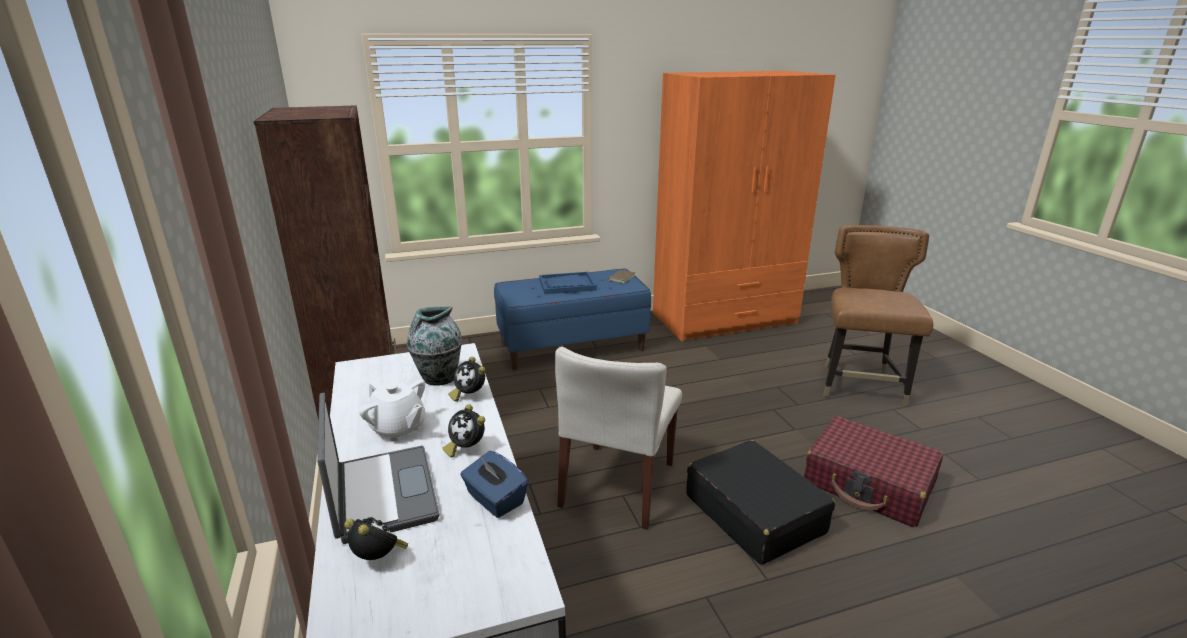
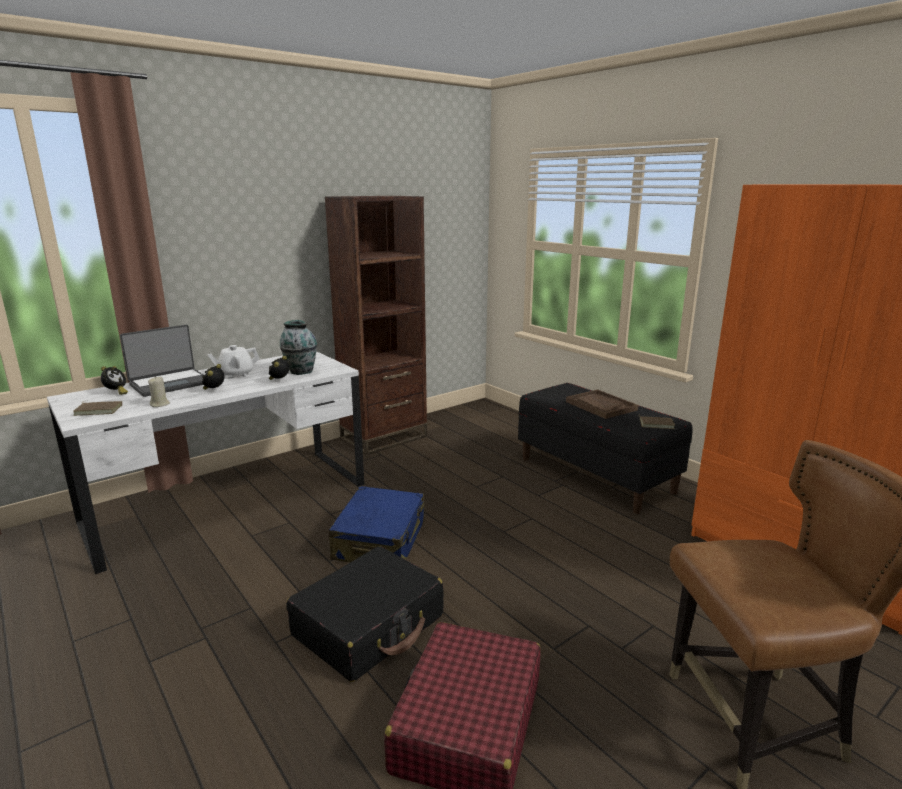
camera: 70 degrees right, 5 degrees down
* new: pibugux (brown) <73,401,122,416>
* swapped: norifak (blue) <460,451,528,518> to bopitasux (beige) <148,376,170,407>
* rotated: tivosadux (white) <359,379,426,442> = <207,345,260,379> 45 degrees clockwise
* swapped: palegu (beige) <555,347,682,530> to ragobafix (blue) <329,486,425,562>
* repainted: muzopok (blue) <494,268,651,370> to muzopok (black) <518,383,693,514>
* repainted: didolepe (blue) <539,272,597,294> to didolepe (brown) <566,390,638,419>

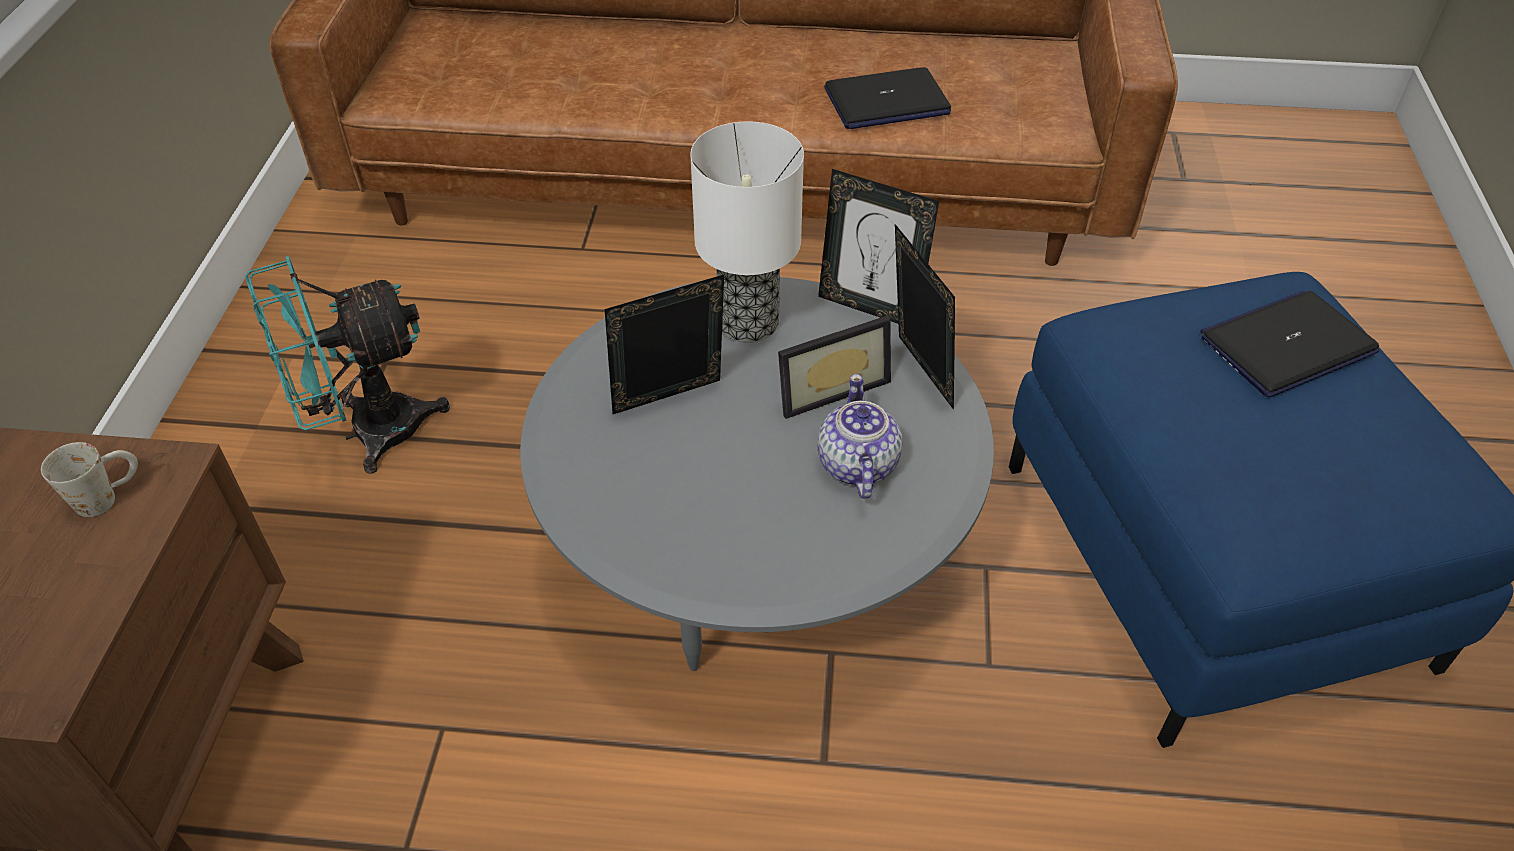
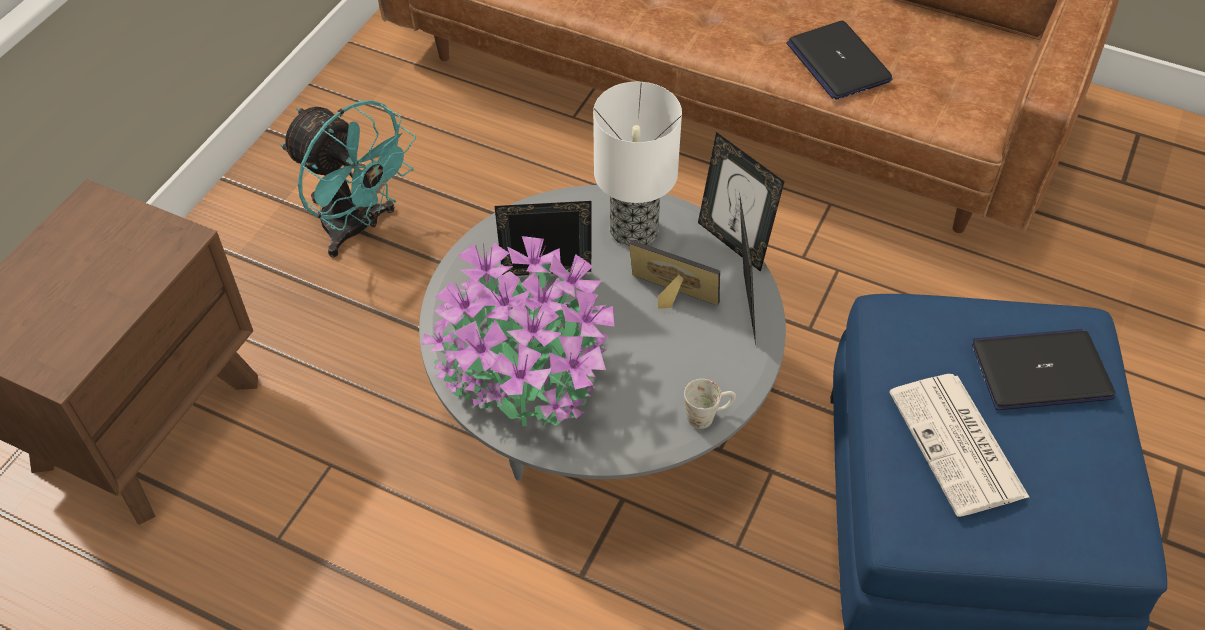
camera: 20 degrees right, 5 degrees up
* rotated: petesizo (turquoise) <245,256,450,474> = <281,100,416,258> 135 degrees counterclockwise
* new: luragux <422,236,614,427>
* rotated: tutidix <778,315,891,419> = <629,240,720,309> 150 degrees counterclockwise
* shifted: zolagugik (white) <41,442,138,517> to <684,379,736,429>
* rotated: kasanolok <824,67,951,129> = <786,21,893,100> 60 degrees clockwise
* new: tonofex <889,374,1029,517>
* gone: tivosadux <817,374,903,499>

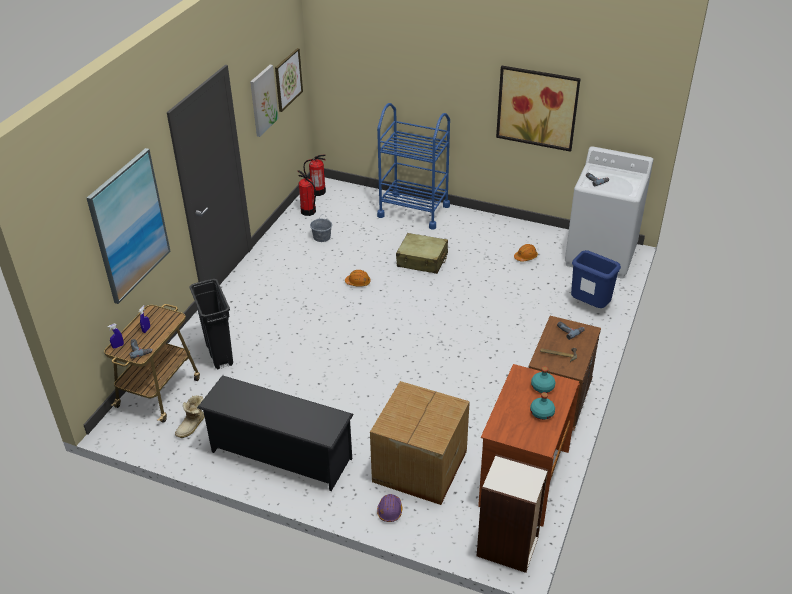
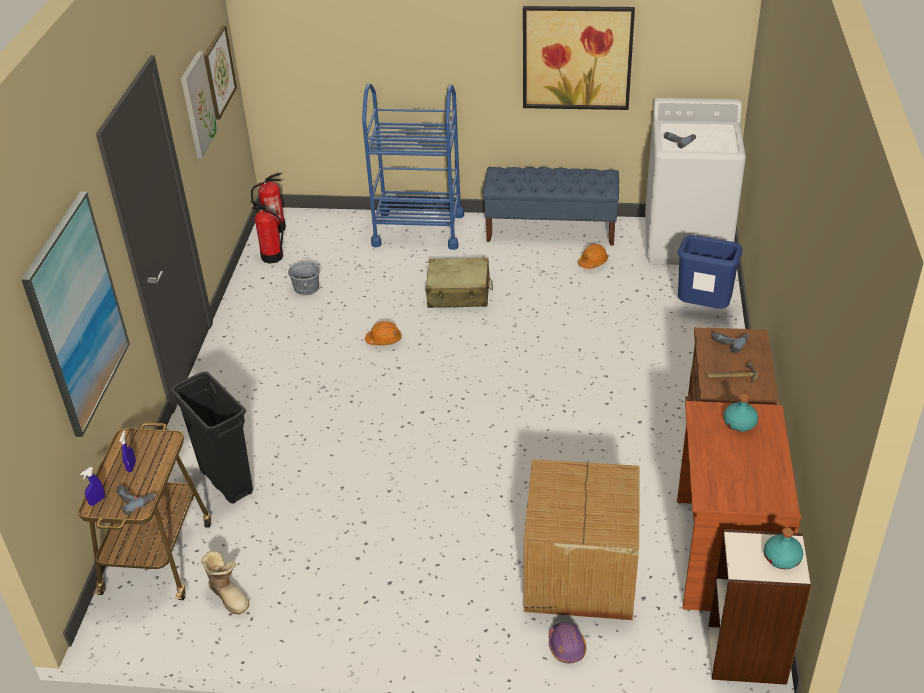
camera: 15 degrees left, 0 degrees up
* rotated: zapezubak <175,395,204,438> = <201,551,249,614> 60 degrees counterclockwise
* new: muzopok (blue) <483,167,619,246>
* shifted: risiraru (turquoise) <530,392,555,420> to <764,528,803,569>
* gone: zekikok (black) <197,375,354,491>

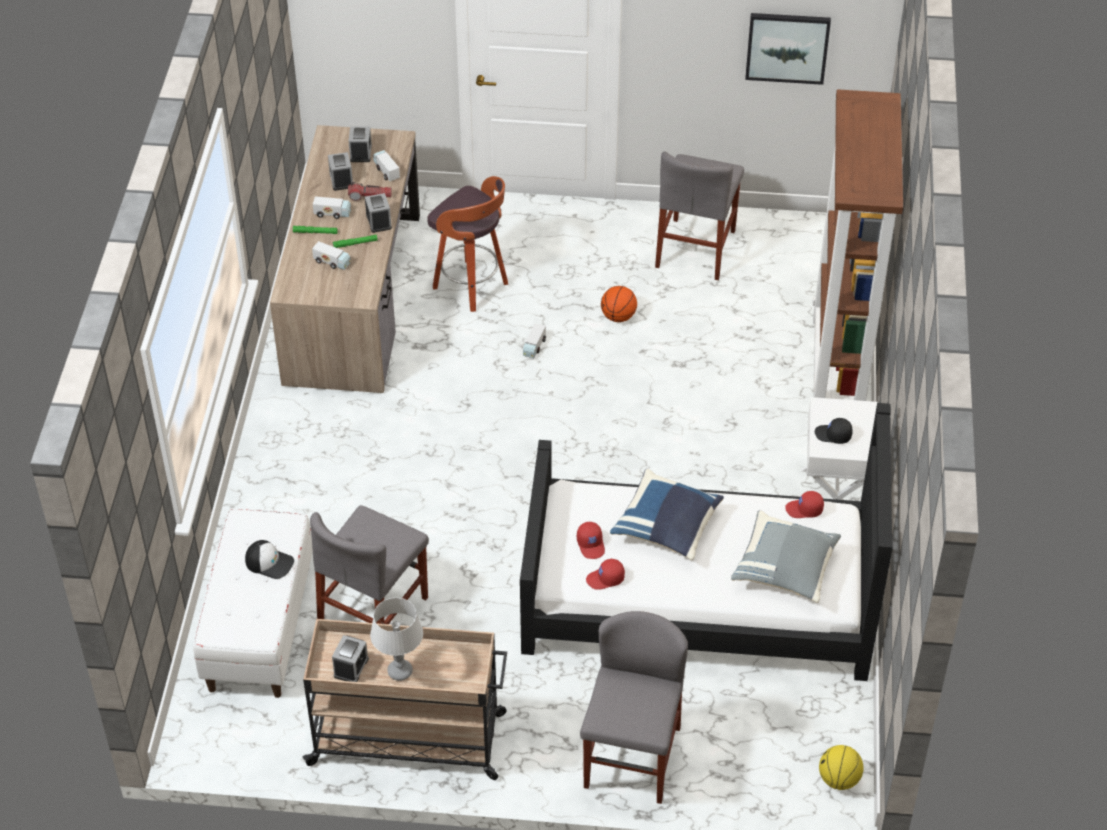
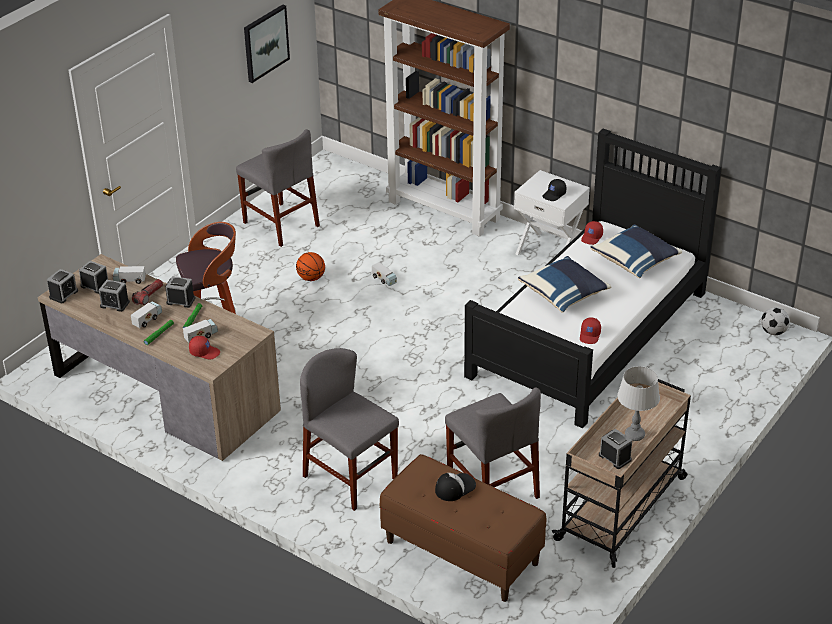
camera: 60 degrees left, 10 degrees down
* new: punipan <47,269,78,304>
* shifted: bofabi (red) <577,522,605,559> to <189,336,220,359>
* shifted: palegu (grey) <580,611,688,804> to <300,348,399,511>
* shifted: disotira <523,323,546,358> to <372,262,397,286>
* repainted: muzopok (white) <193,509,313,698> to muzopok (brown) <380,454,546,602>
* repainted: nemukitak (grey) <731,510,841,603> to nemukitak (blue) <590,224,682,278>
* swapped: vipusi <819,745,864,790> to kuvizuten <761,307,790,335>

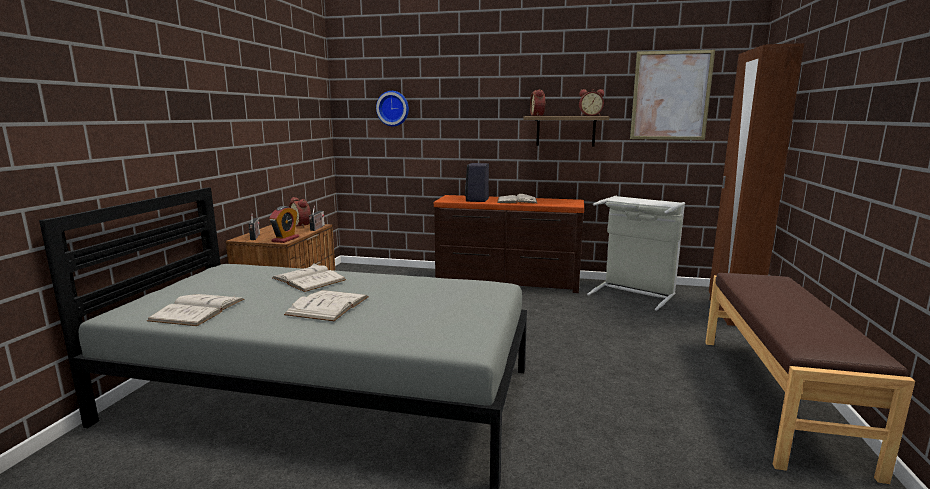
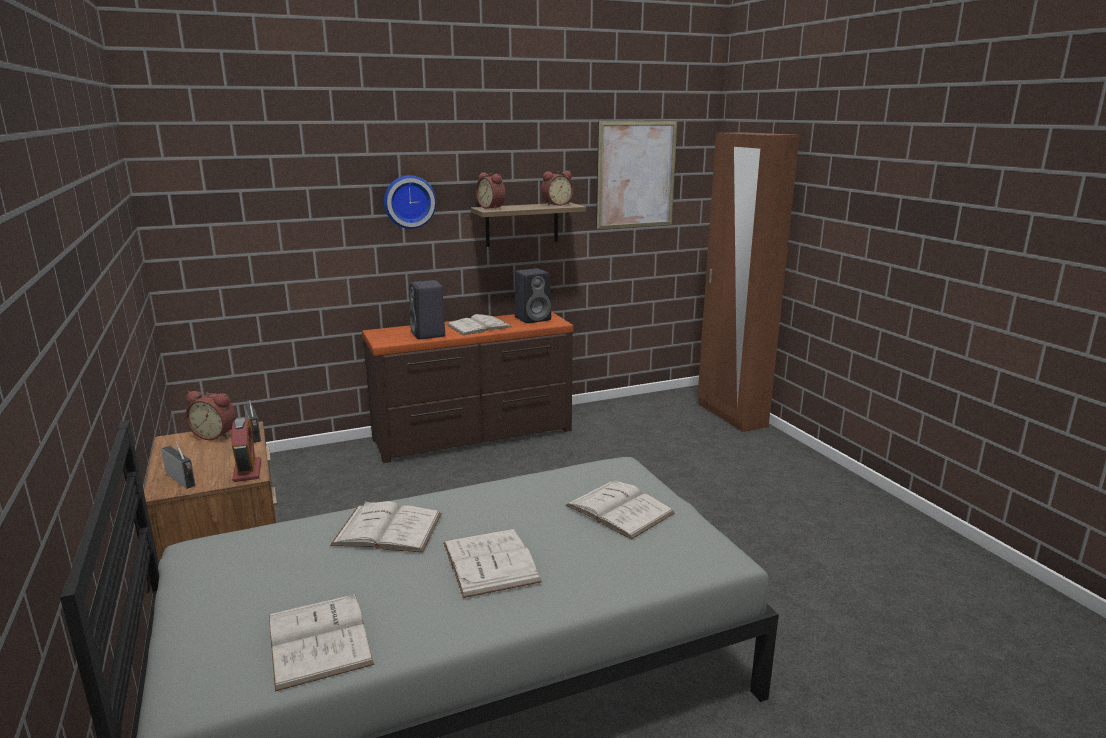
camera: 35 degrees left, 5 degrees up
* shifted: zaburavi <376,91,409,126> to <384,175,436,229>
* new: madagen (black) <515,268,551,323>
* new: pibugux (white) <565,479,675,540>
* gone: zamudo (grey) <587,195,685,311>
* gone: muzopok (brown) <705,273,915,484>

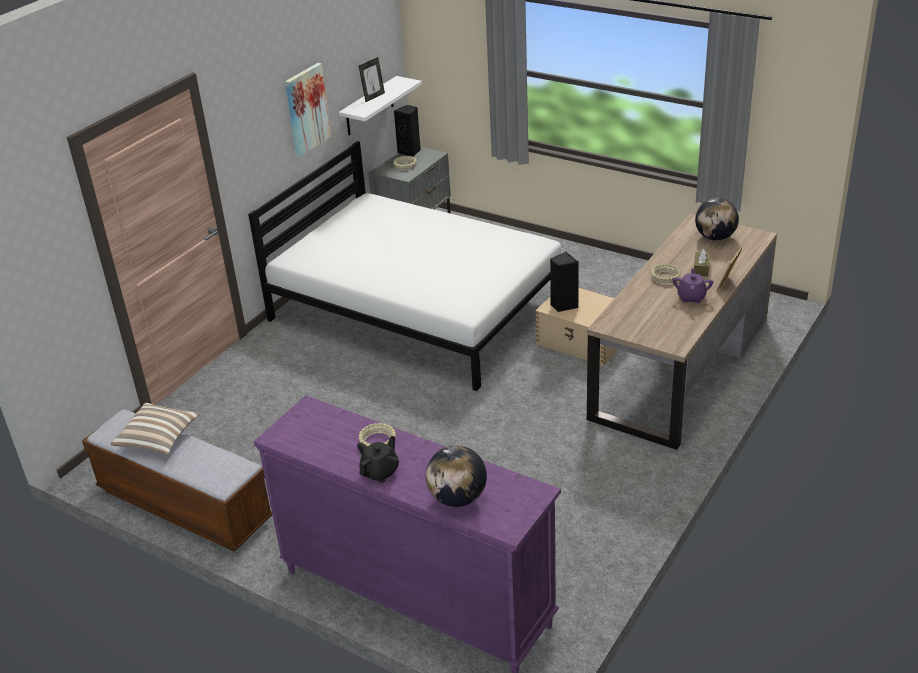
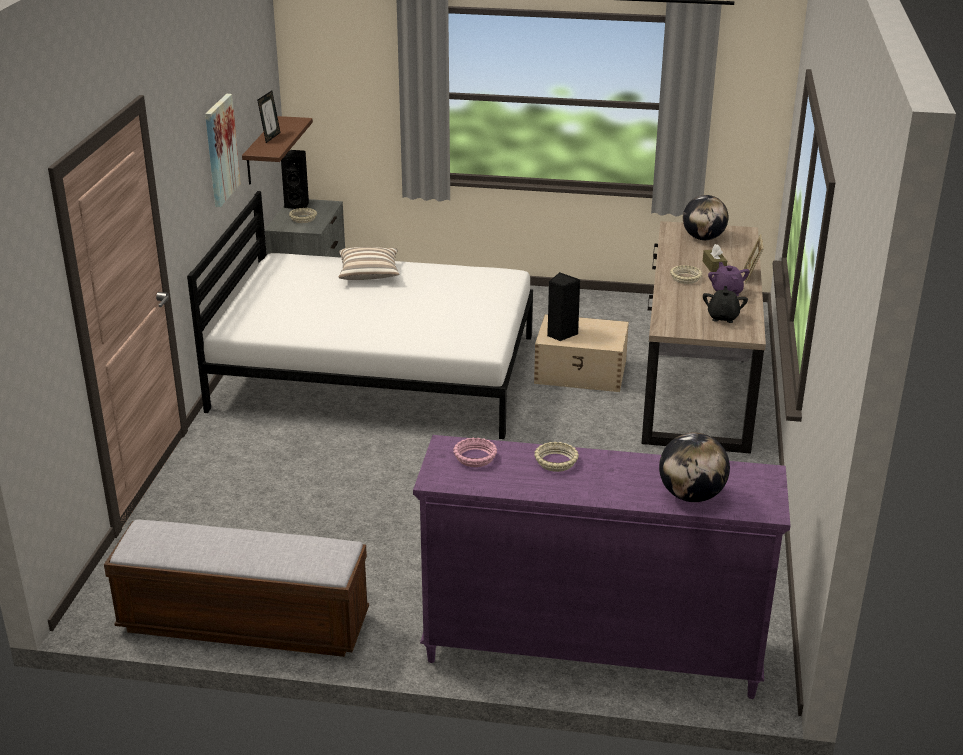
camera: 25 degrees left, 5 degrees down
* repainted: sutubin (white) <339,76,422,135> to sutubin (brown) <242,116,313,184>
* shifted: nemukitak <110,403,200,455> to <339,247,399,280>
* new: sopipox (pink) <453,438,497,467>
* shifted: tivosadux (black) <357,436,399,483> to <703,286,748,323>

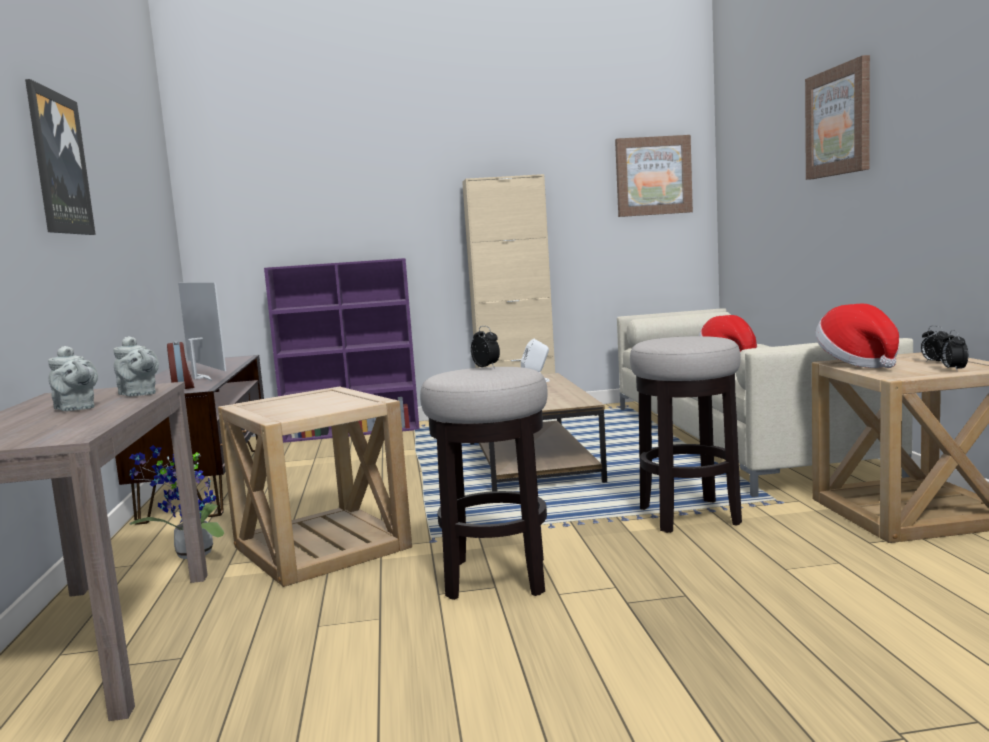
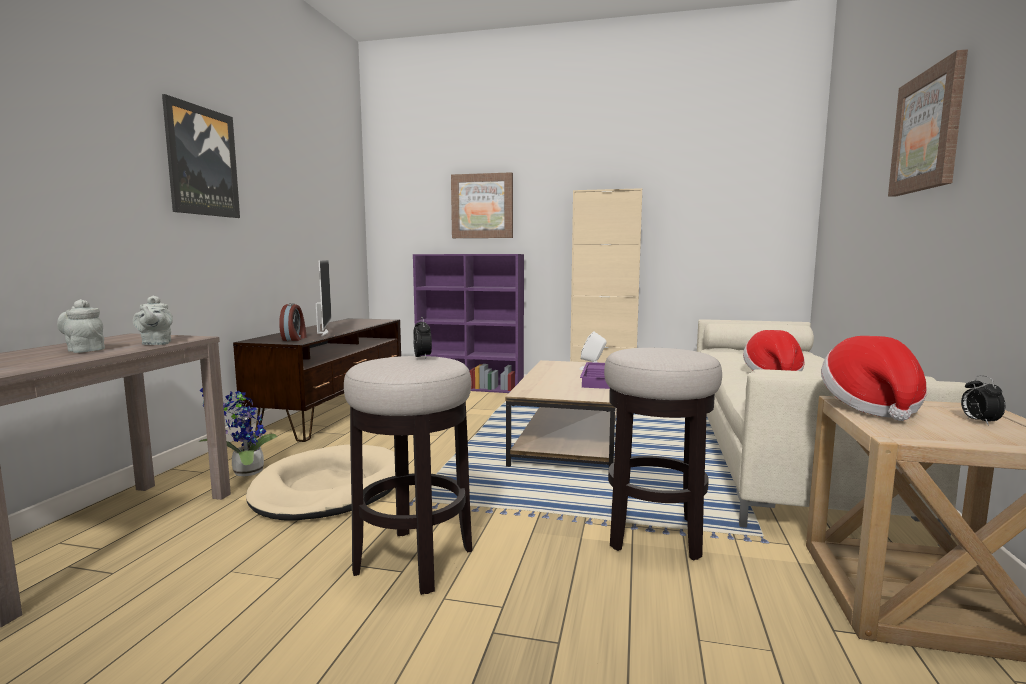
camera: 20 degrees right, 0 degrees up
* rotated: tivosadux (grey) <48,346,98,411> = <57,299,105,353> 150 degrees clockwise
* swapped: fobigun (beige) <218,387,412,587> to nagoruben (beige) <246,444,395,521>
* shifted: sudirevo <615,135,693,217> to <451,172,513,238>
* new: didolepe (purple) <580,362,610,389>
* gone: punipan <941,330,968,370>

